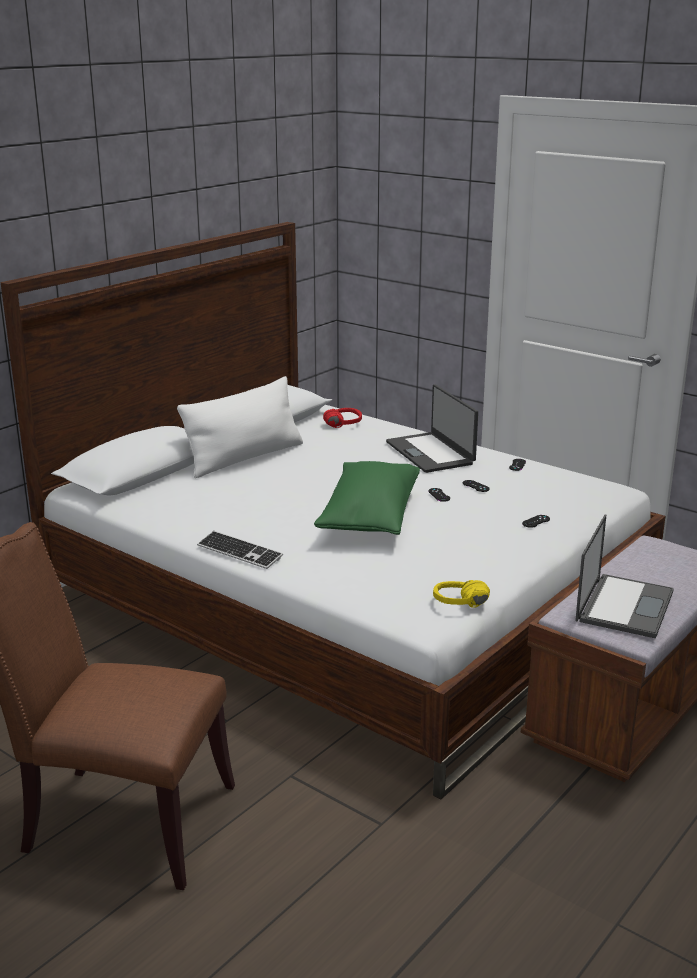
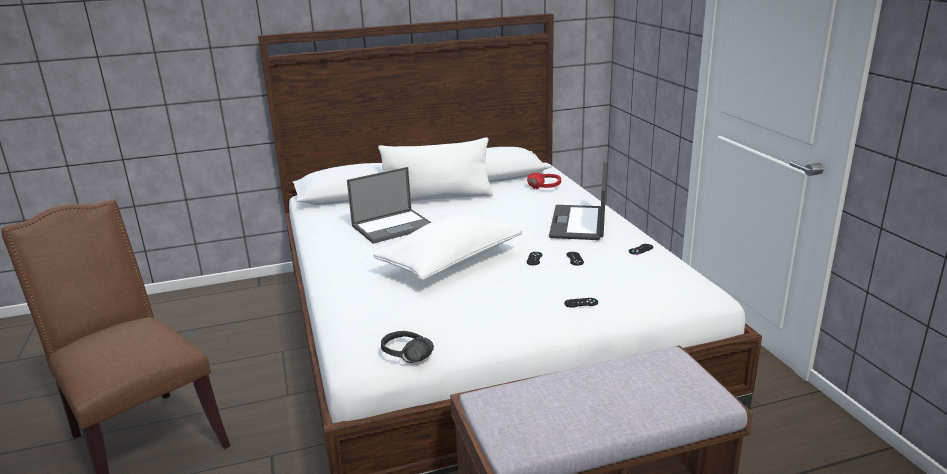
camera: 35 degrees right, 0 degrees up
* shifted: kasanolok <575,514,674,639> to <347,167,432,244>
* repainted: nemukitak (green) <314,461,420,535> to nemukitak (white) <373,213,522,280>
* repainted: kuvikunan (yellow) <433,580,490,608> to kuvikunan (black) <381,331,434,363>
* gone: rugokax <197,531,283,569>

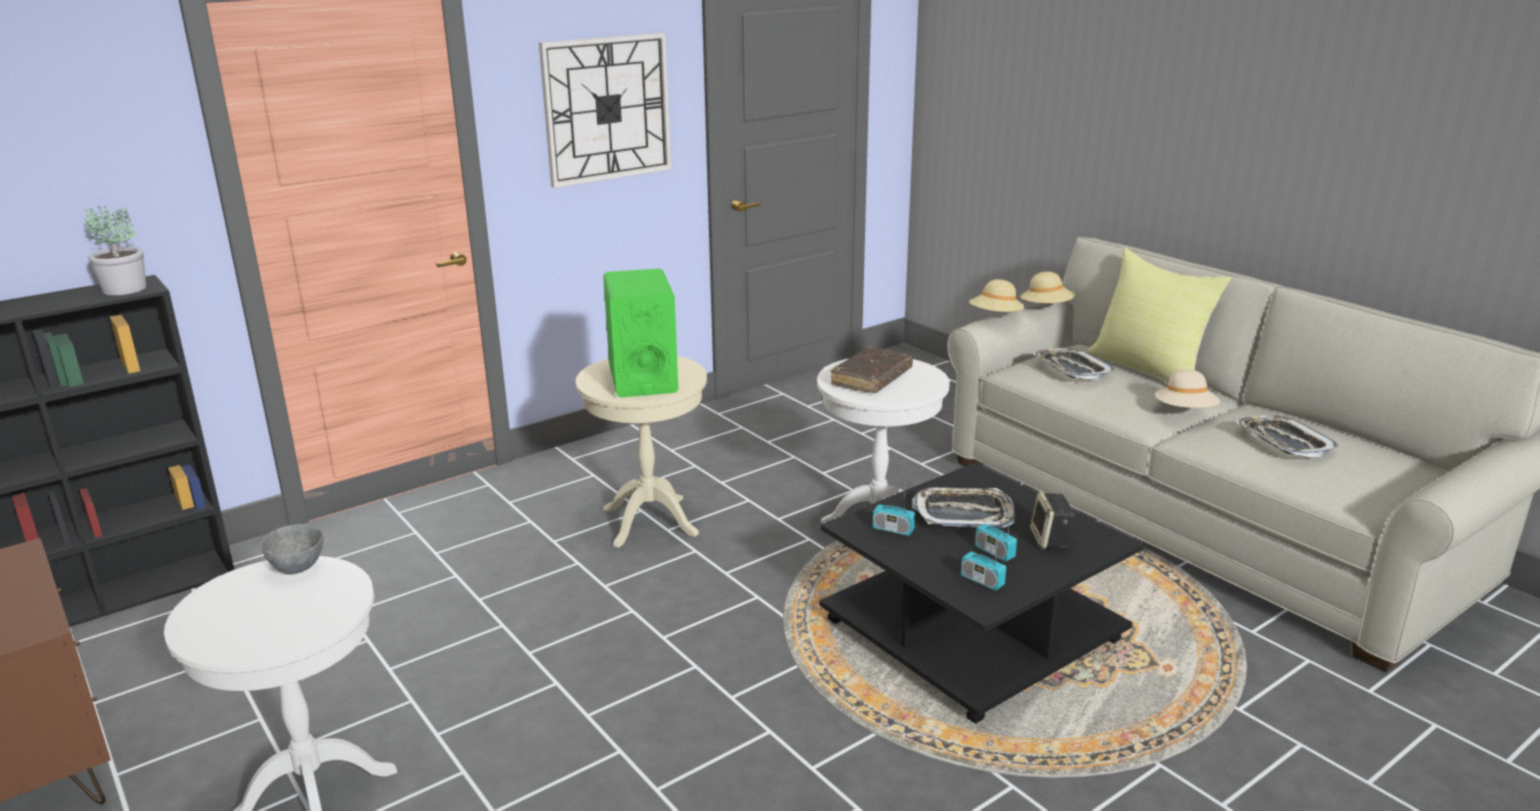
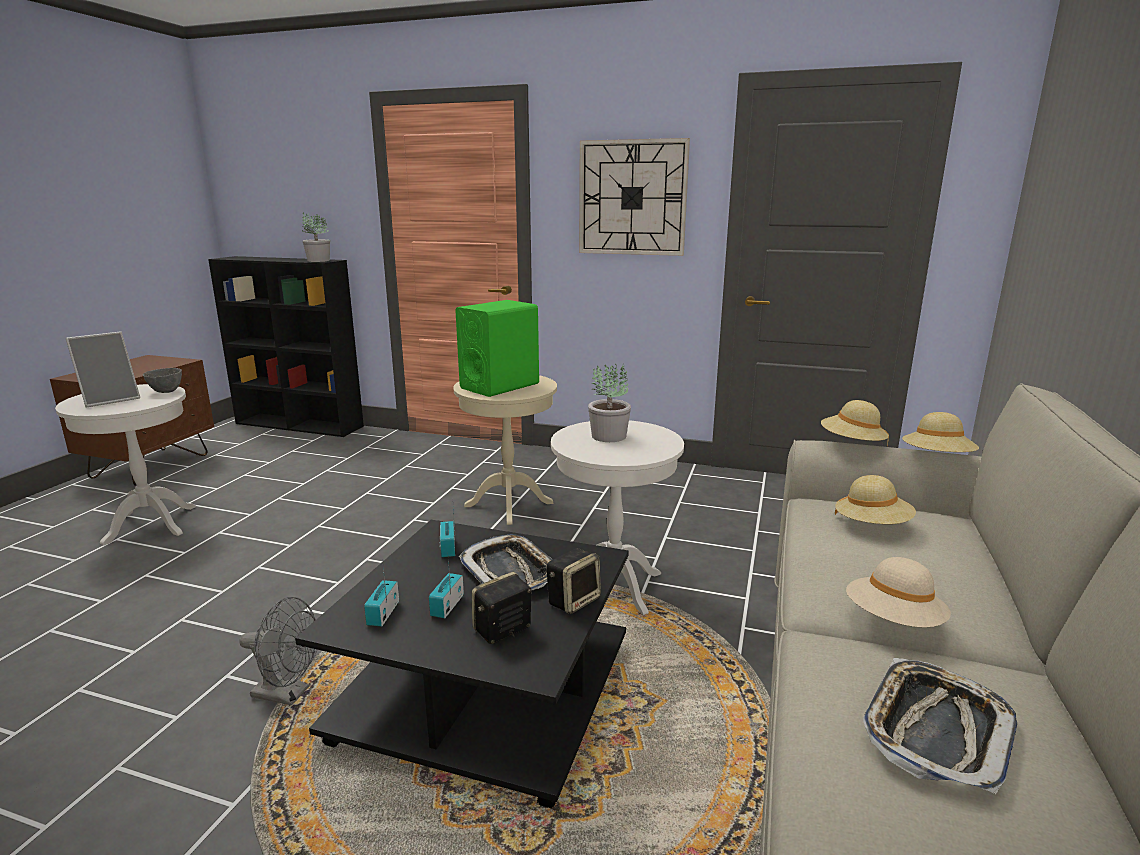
camera: 55 degrees right, 5 degrees down
* new: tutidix <66,331,140,408>
* new: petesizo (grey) <239,597,317,705>
* new: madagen <547,548,601,614>
* swapped: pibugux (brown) <831,347,913,393> to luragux <588,364,631,442>
* swapped: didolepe <1033,348,1115,379> to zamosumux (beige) <835,475,916,524>
* gone: nemukitak (yellow) <1087,248,1231,383>

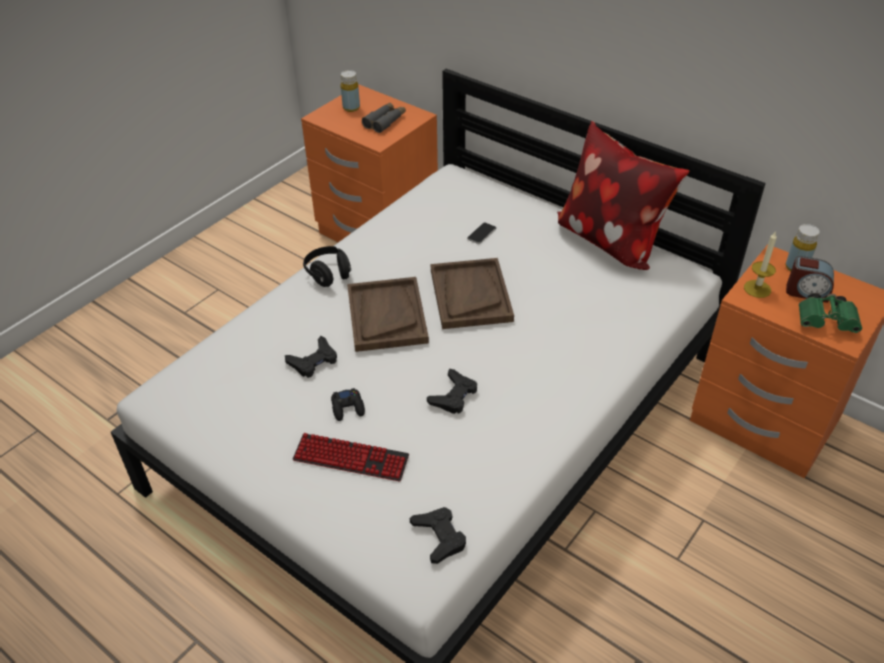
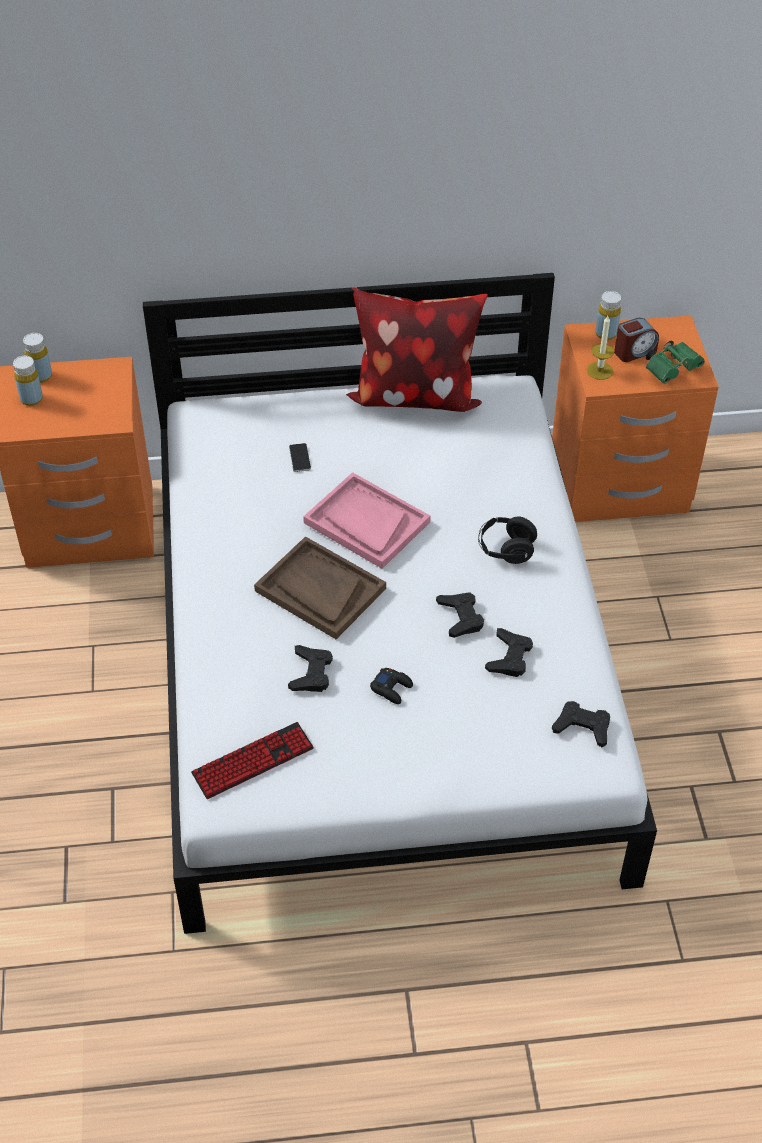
camera: 45 degrees left, 5 degrees up
* new: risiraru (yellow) <23,333,52,383>
* shifted: rugokax <292,433,409,482> to <191,722,314,799>
* repainted: didolepe (brown) <431,258,514,329> to didolepe (pink) <303,472,431,569>
* shifted: kuvikunan (black) <303,246,351,287> to <478,516,537,564>
* new: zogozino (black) <485,628,533,677>
* gone: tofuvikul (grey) <362,103,406,133>

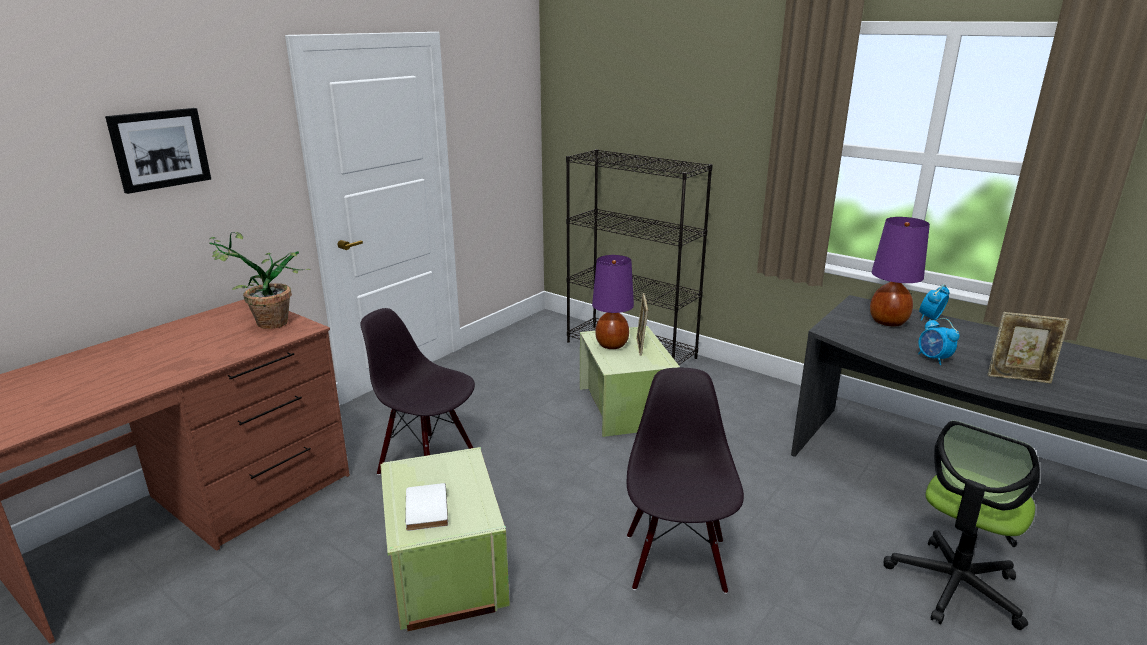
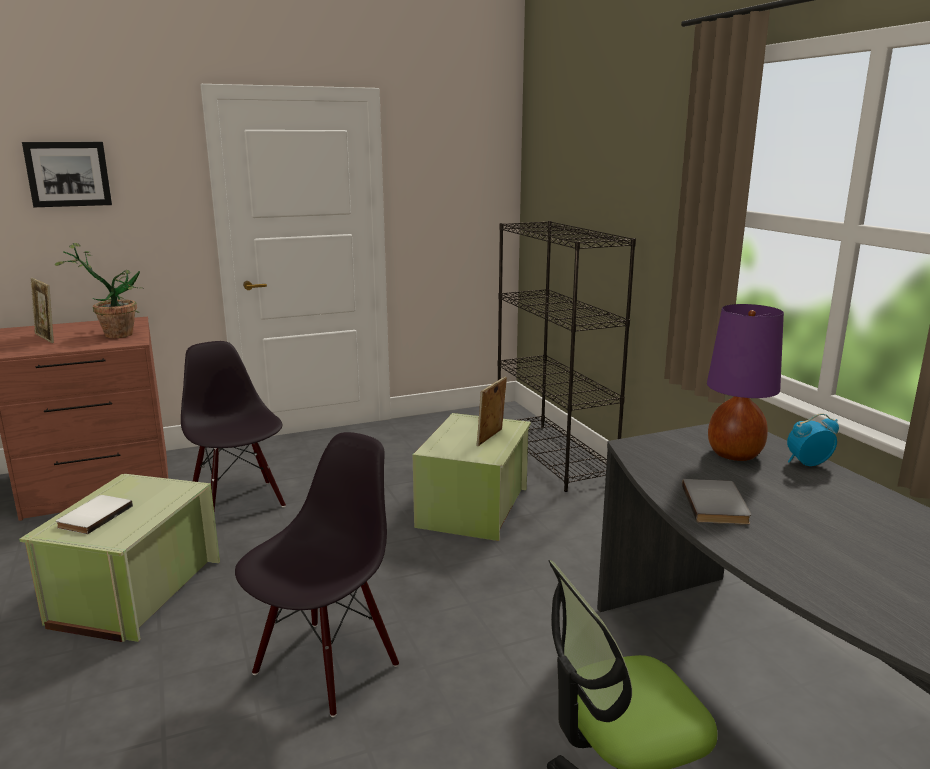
camera: 30 degrees right, 5 degrees down
* shifted: tutidix <988,312,1069,383> to <31,278,54,343>
* swapped: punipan <918,318,960,365> to pibugux (grey) <682,479,751,525>
* gone: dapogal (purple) <592,255,634,349>

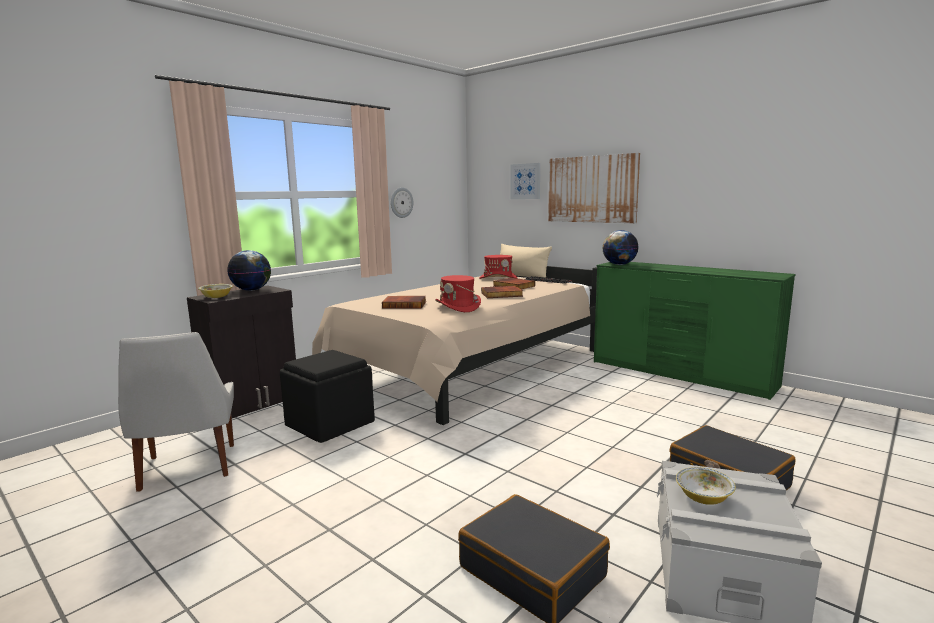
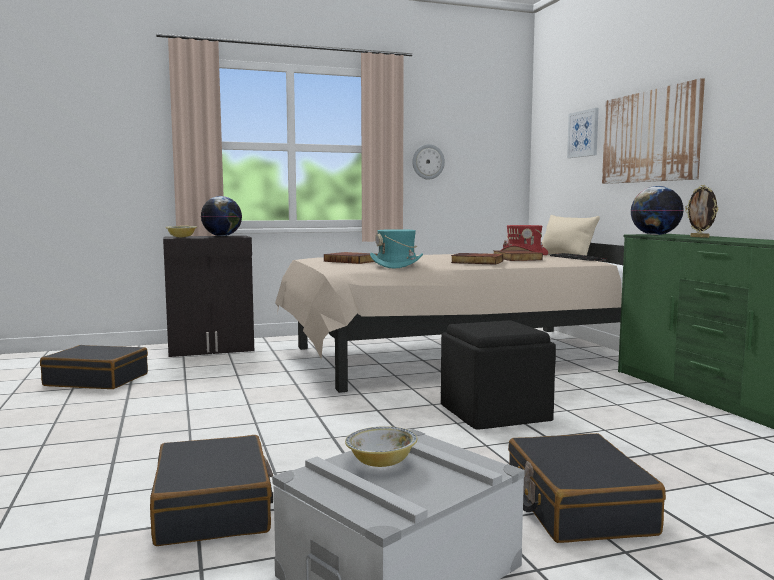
camera: 30 degrees right, 5 degrees down
* swapped: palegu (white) <118,332,234,492> to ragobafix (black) <40,345,148,389>
* repainted: zamosumux (red) <435,275,481,312> to zamosumux (turquoise) <370,229,423,269>
* shifted: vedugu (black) <280,350,375,443> to <441,320,556,430>
* new: tutidix <685,185,718,238>

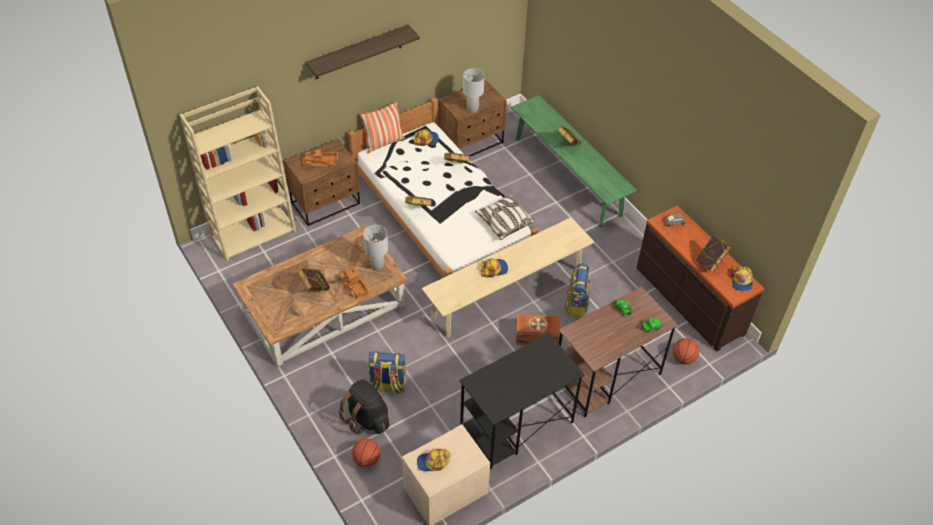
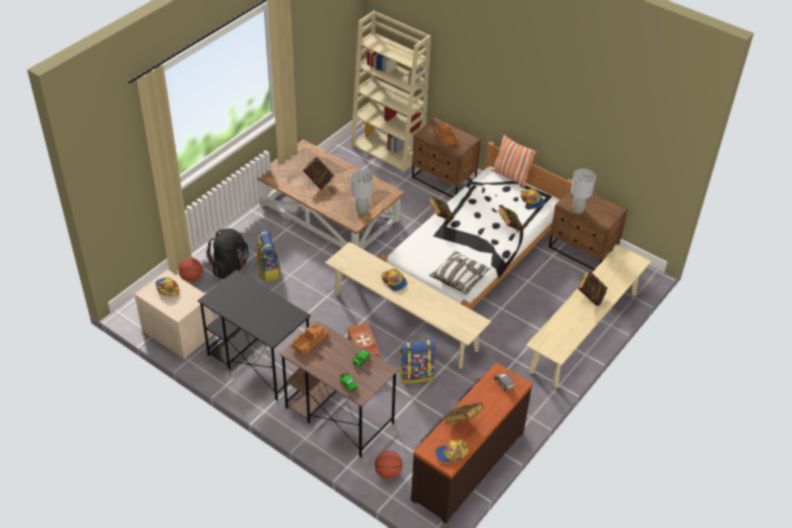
camera: 70 degrees right, 5 degrees down
* shifted: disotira <339,267,370,299> to <291,323,329,354>
* repainted: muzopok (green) <511,95,637,227> to muzopok (beige) <526,245,651,388>
* gone: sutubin <306,25,420,79>

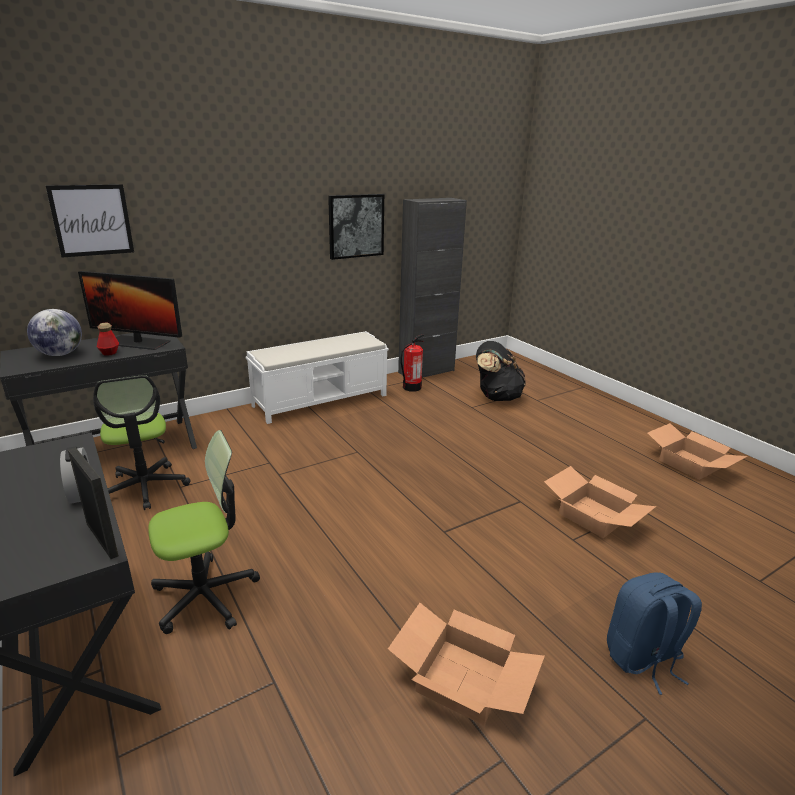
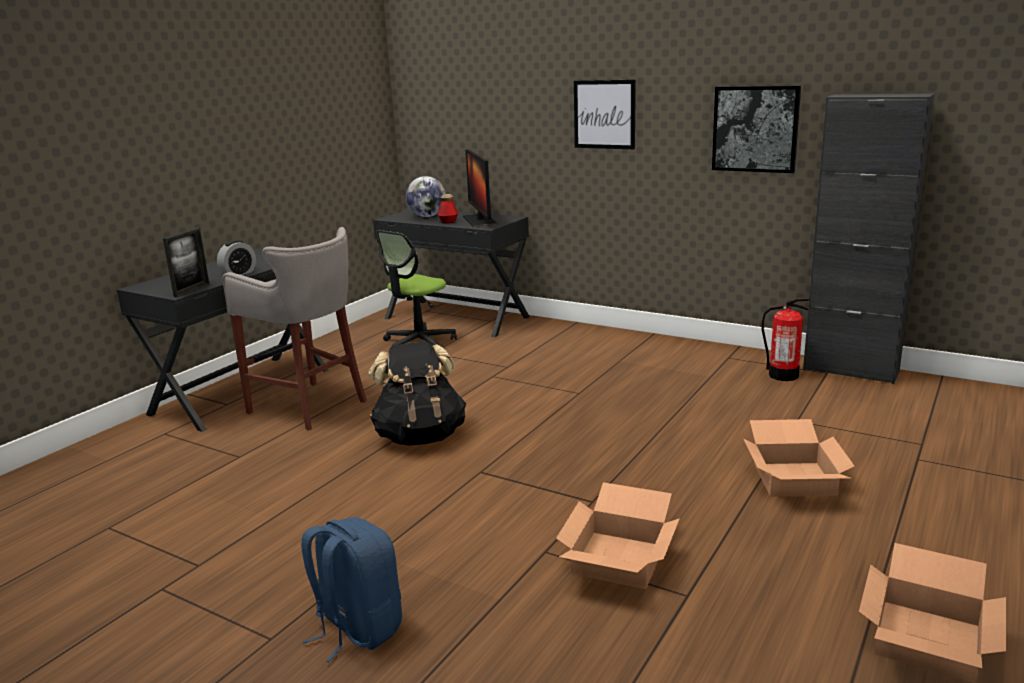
camera: 65 degrees right, 5 degrees down
* swapped: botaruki <148,430,260,634> to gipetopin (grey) <223,227,367,430>
* shifted: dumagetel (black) <476,341,526,401> to <369,341,466,446>
* shifted: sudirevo <46,184,134,257> to <574,80,636,149>
* shifted: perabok <388,603,545,725> to <743,419,854,497>
* gone: muzopok (white) <245,331,389,424>

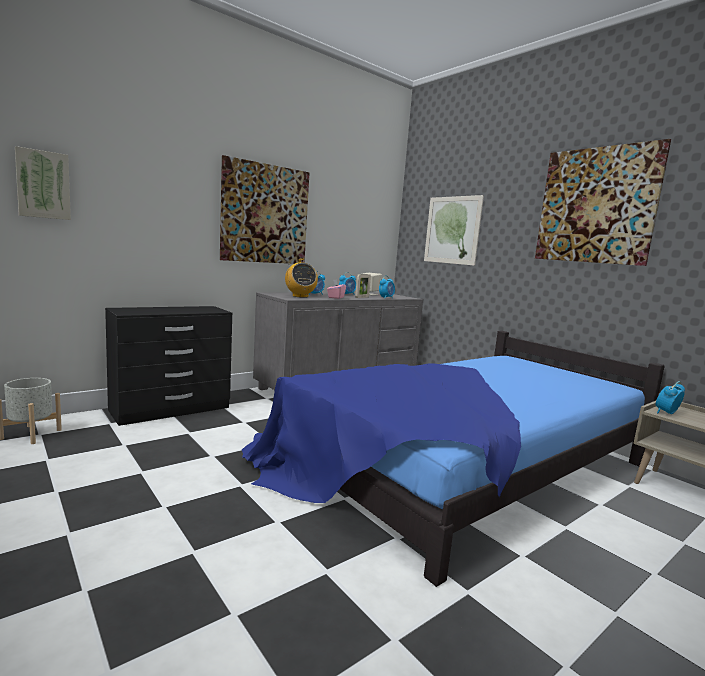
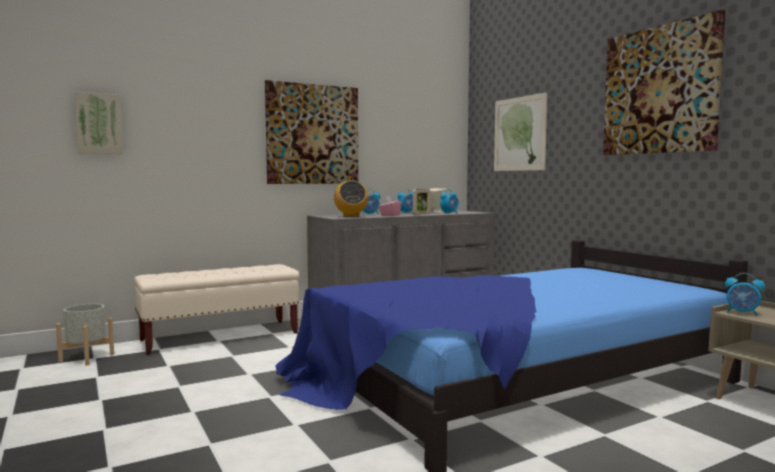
camera: 10 degrees right, 5 degrees down
* swapped: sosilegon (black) <105,306,232,426> to muzopok (beige) <134,264,299,355>
* rotated: punipan <656,381,685,414> = <725,273,765,316> 120 degrees counterclockwise

